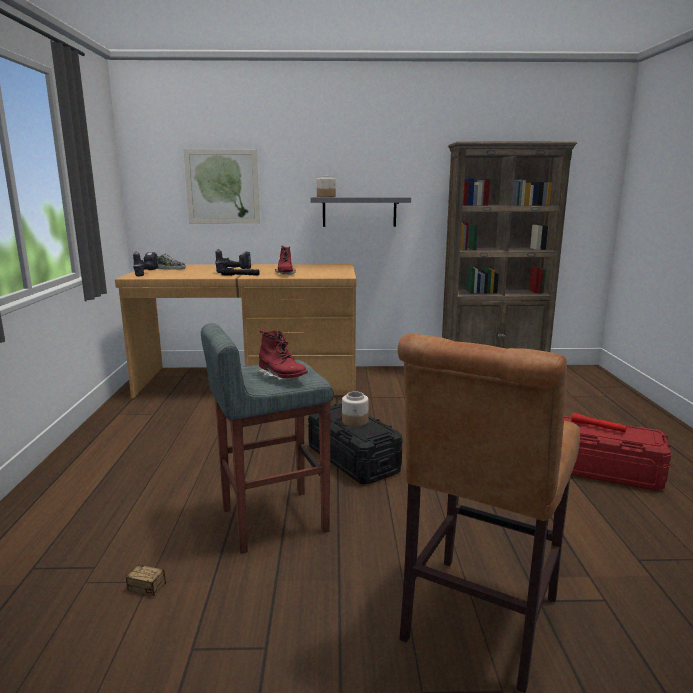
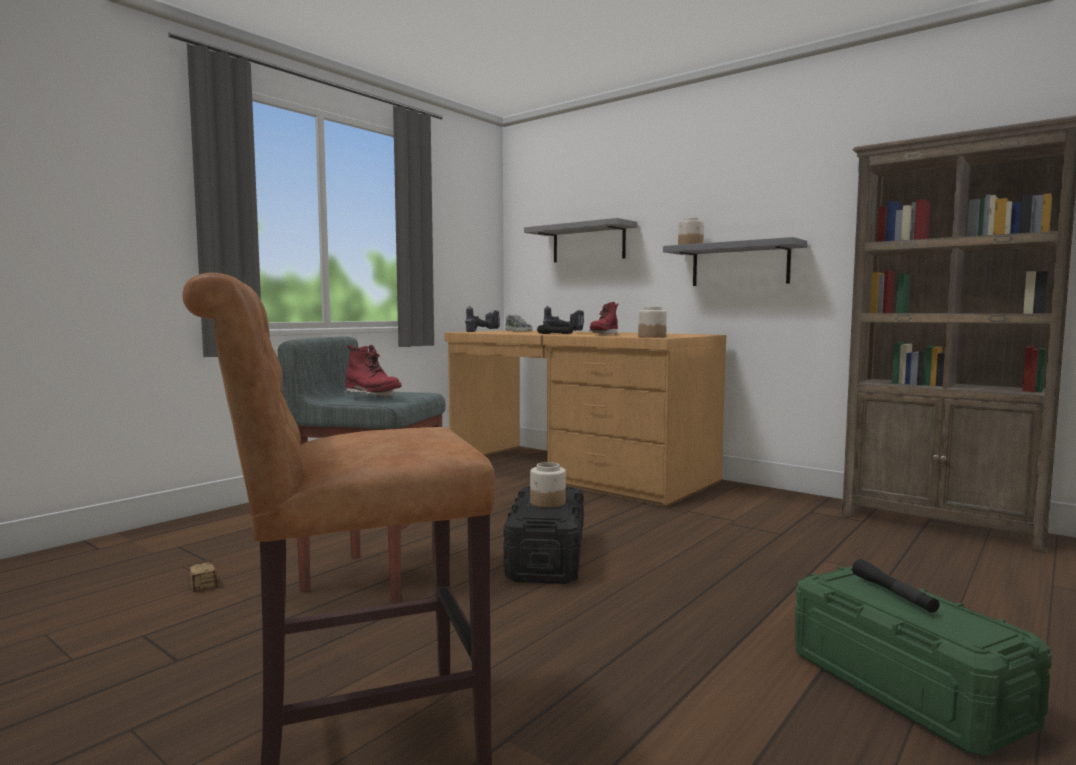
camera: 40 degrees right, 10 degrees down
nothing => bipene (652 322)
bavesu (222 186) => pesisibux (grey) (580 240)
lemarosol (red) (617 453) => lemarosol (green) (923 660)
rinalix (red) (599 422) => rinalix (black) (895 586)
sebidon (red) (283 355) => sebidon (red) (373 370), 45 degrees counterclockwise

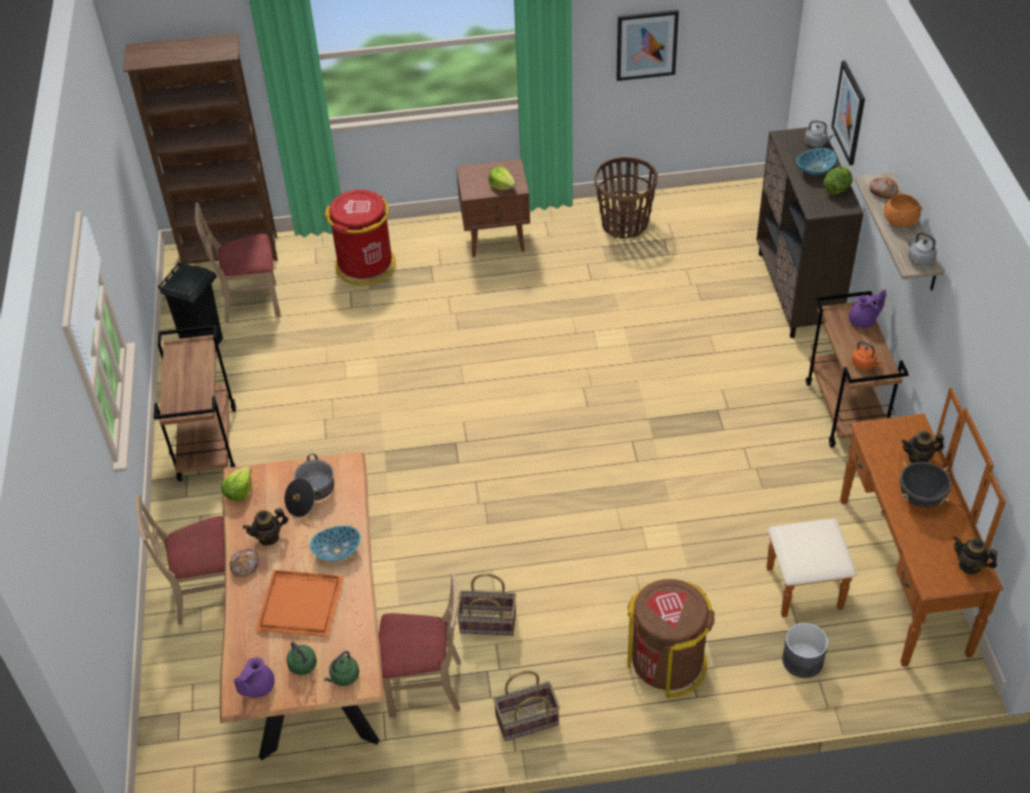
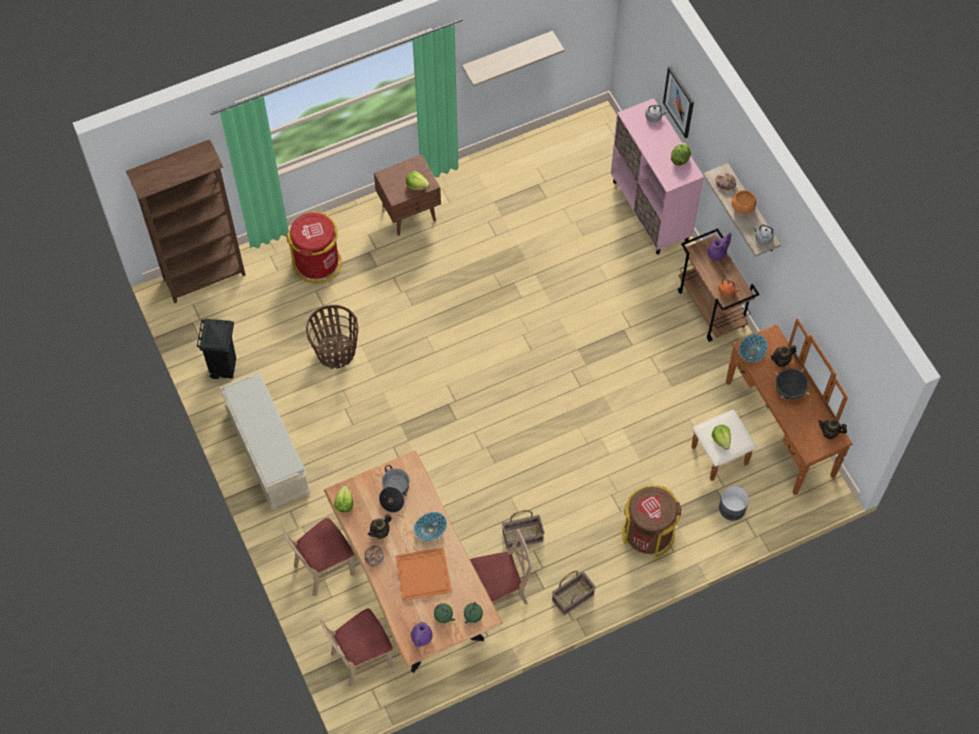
camera: 20 degrees left, 15 degrees up
nothing => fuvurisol (721 437)
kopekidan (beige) (238 262) => kopekidan (beige) (356 647), moved
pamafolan (626 198) => pamafolan (332 337), moved
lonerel (816 161) => lonerel (753 348), moved
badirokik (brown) (195 403) => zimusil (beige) (265 440)
bavesu (647 45) => pesisibux (513 59)
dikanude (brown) (810 232) => dikanude (pink) (657 176)

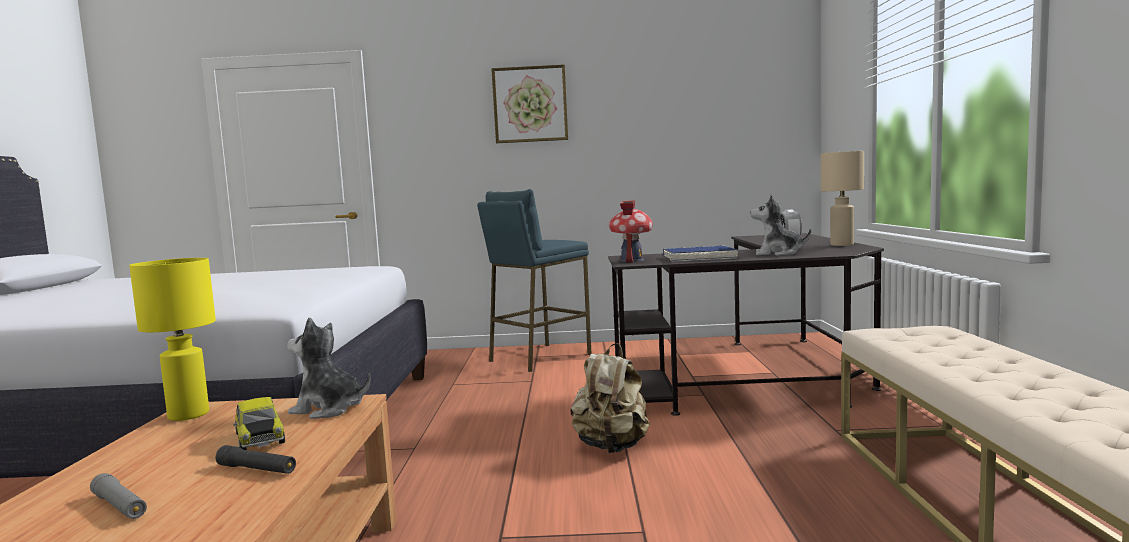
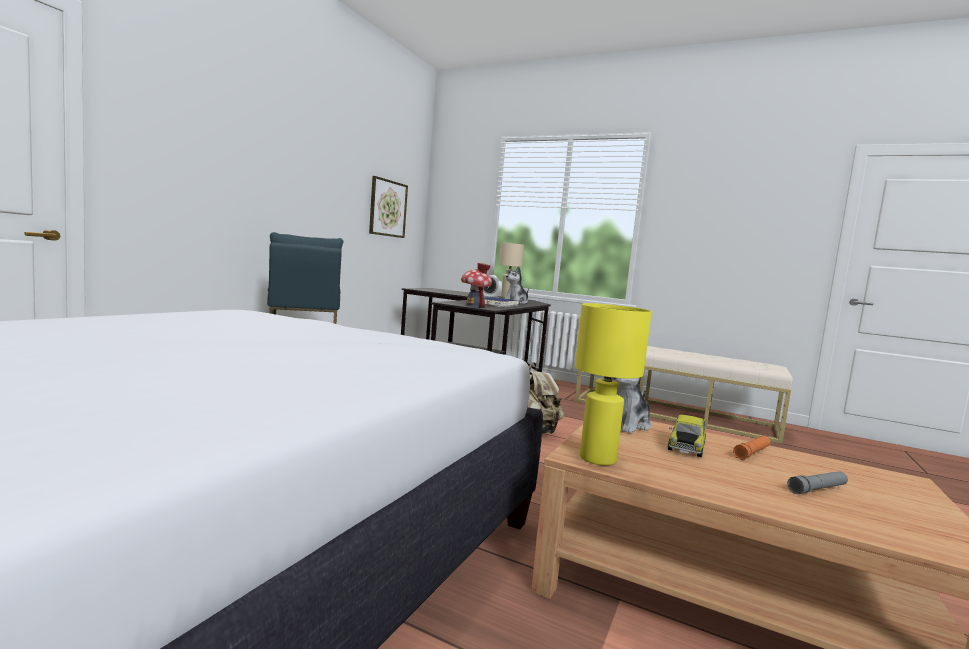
camera: 65 degrees left, 0 degrees up
bavesu (529 103) => bavesu (388 207), moved
rinalix (black) (256 459) => rinalix (orange) (751 447)
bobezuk (259 423) => bobezuk (687 436), 120 degrees clockwise

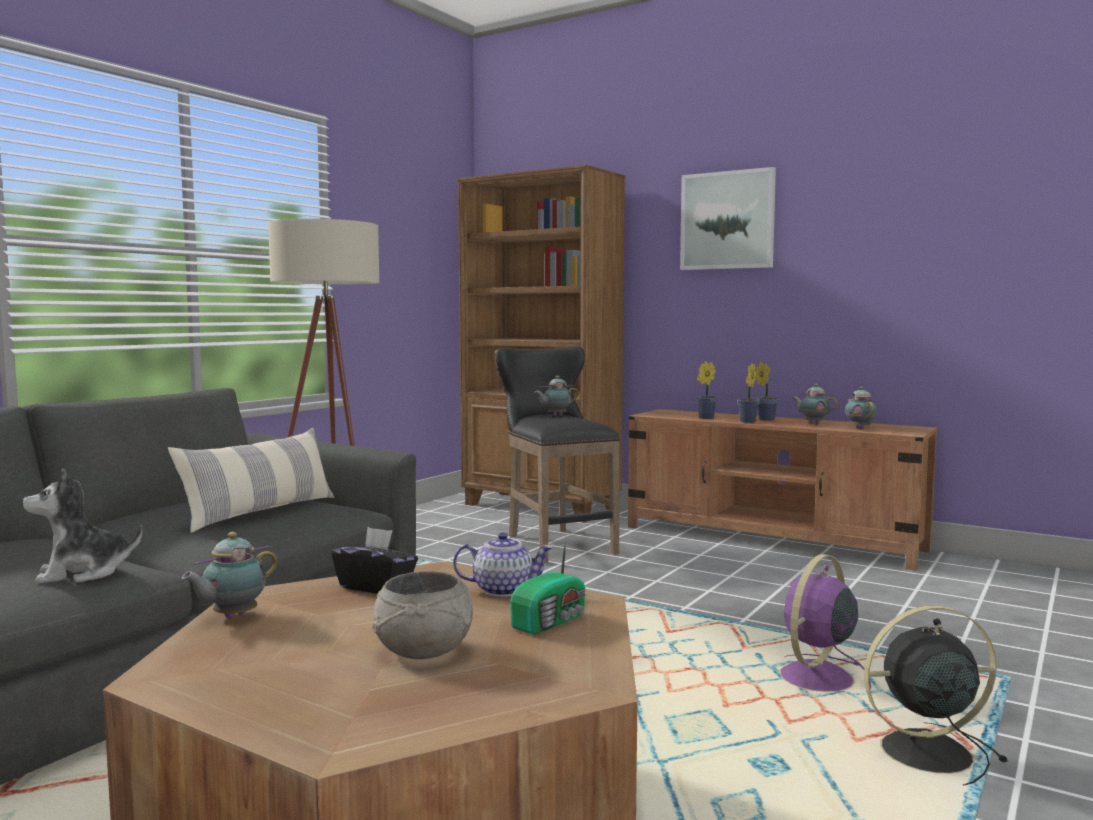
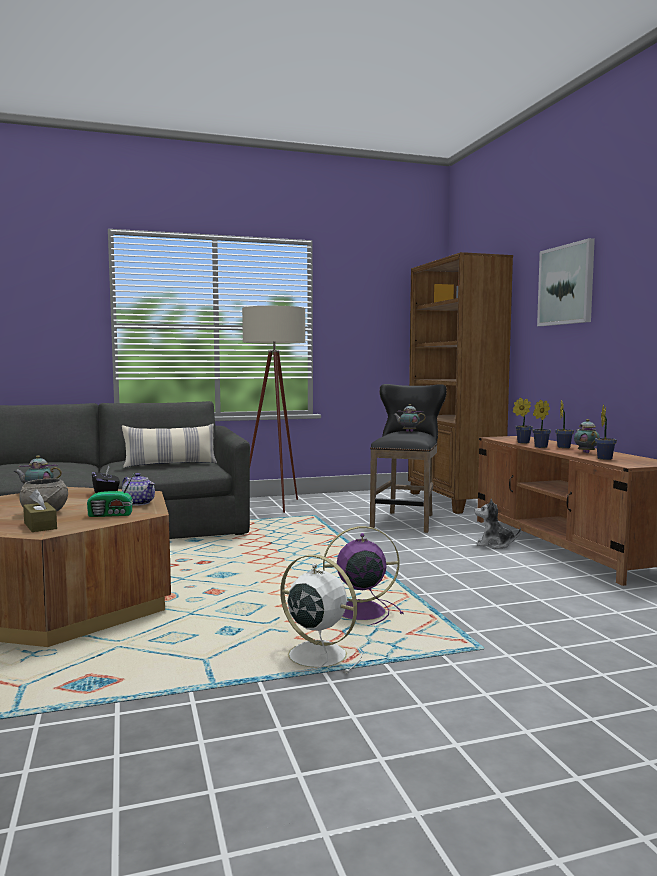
camera: 40 degrees right, 0 degrees up
nothing => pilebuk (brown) (40 510)
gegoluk (83 526) => gegoluk (497 524), moved
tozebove (861 408) => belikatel (606 432)
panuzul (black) (936 695) => panuzul (white) (321 614)

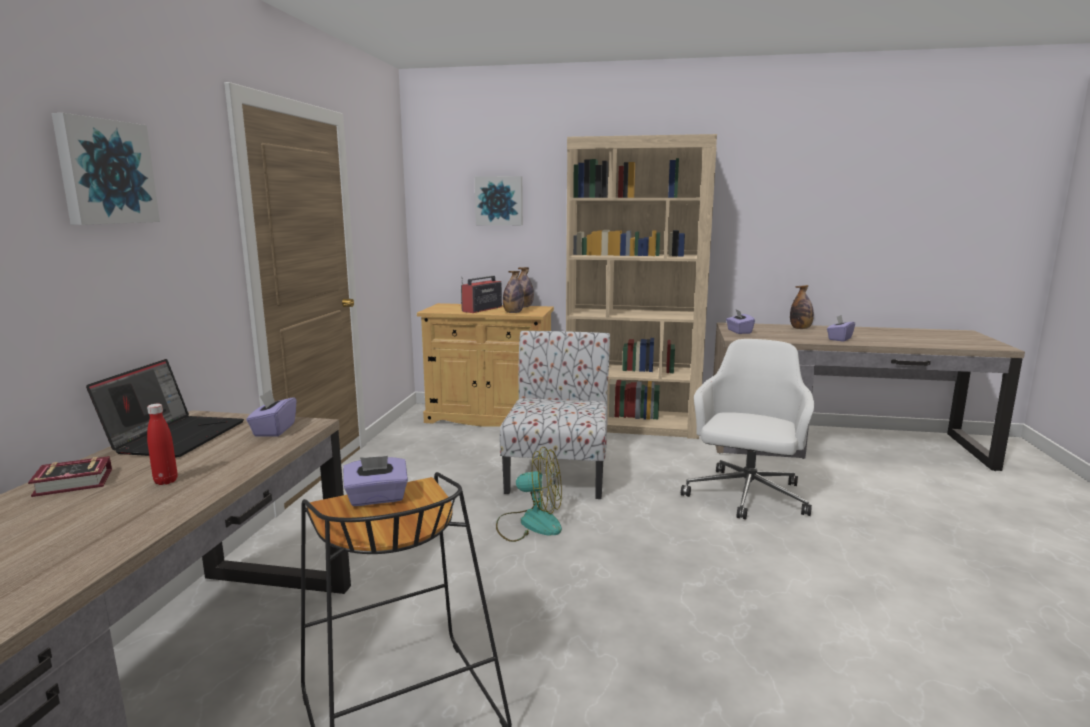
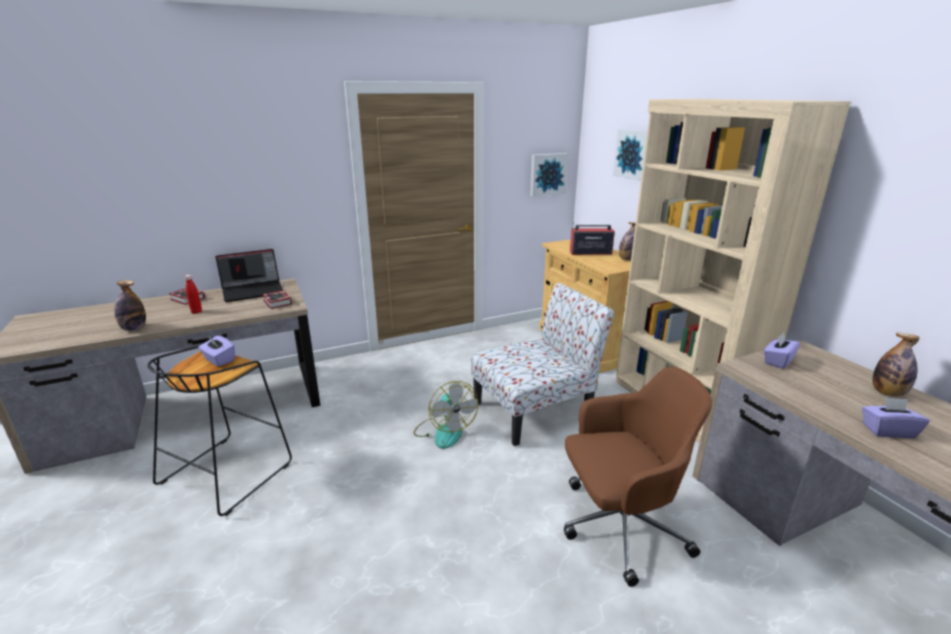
camera: 55 degrees right, 10 degrees up
bavesu (106 169) => bavesu (549 175), moved
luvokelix (513 292) => luvokelix (130 305), moved
pilebuk (purple) (271 413) => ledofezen (277 299)
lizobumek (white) (747 429) => lizobumek (brown) (638 477)

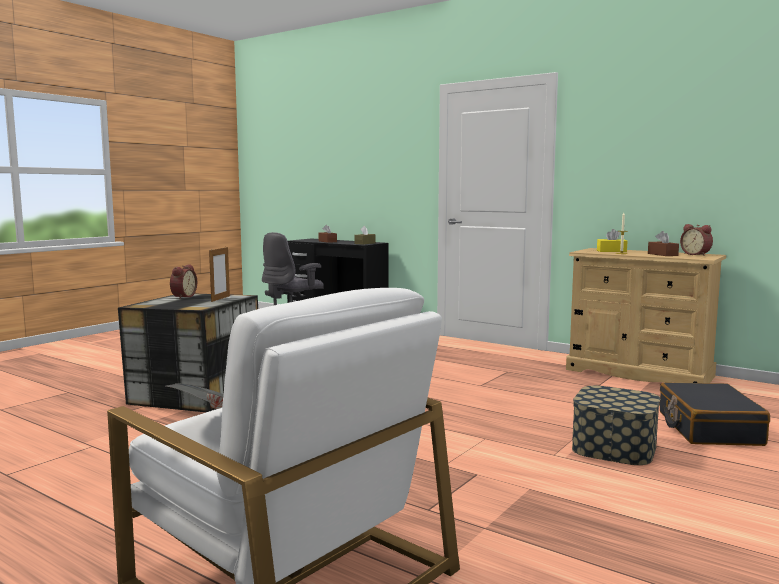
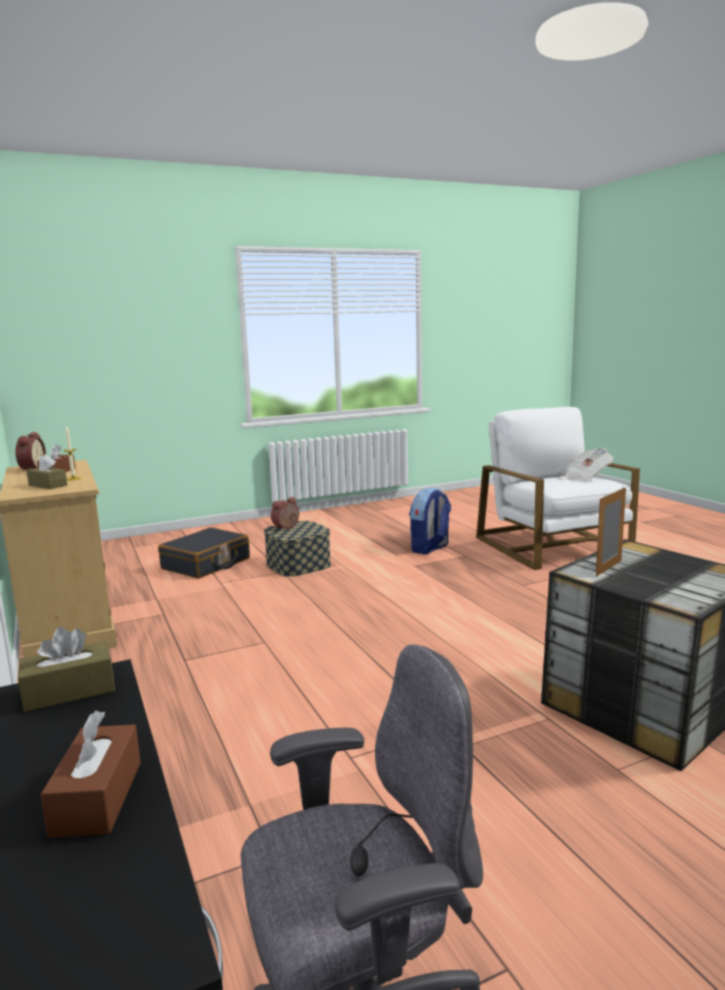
camera: 150 degrees left, 5 degrees up
nothing => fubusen (430 521)
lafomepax (183 281) => lafomepax (285 513), moved
pilebuk (yellow) (612 240) => pilebuk (brown) (47 471)

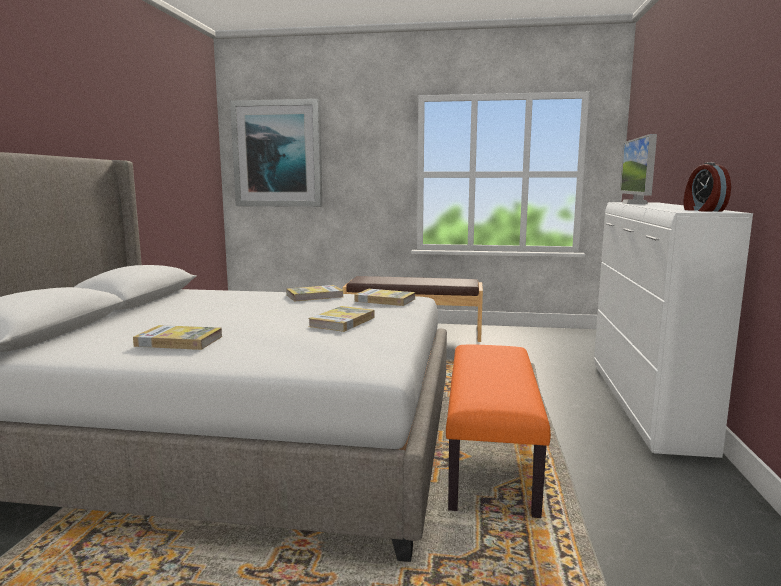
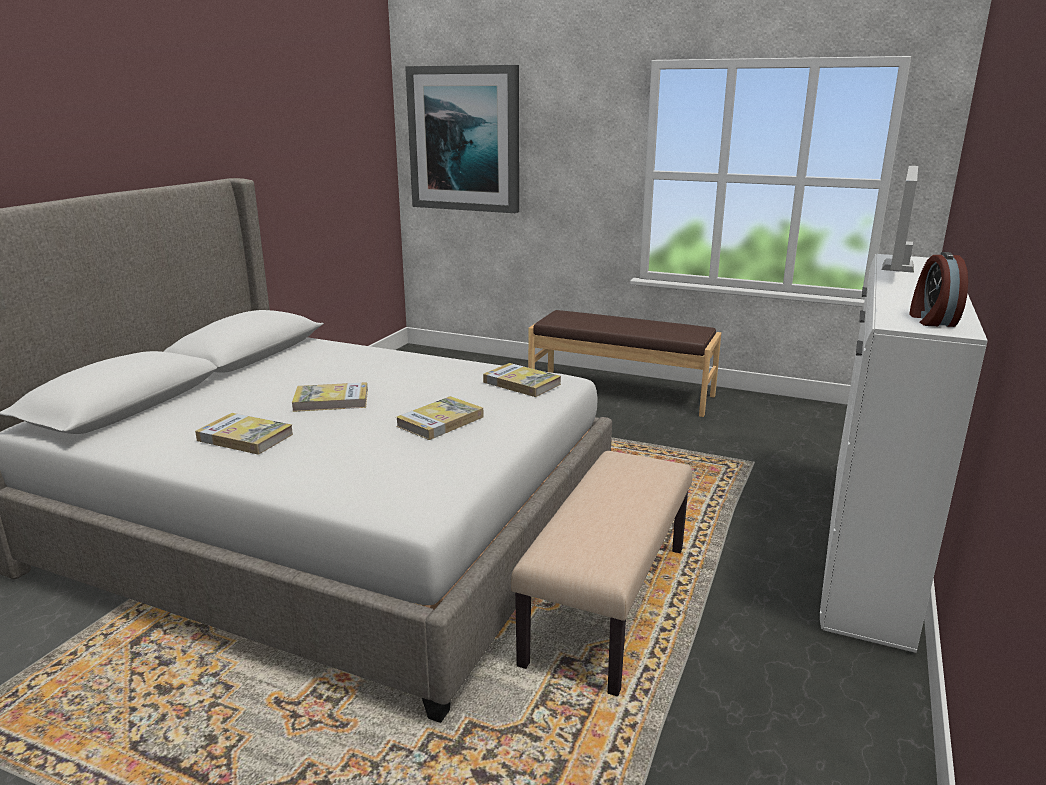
camera: 15 degrees right, 10 degrees up
ledofezen (315 293) => ledofezen (330 397), moved
zimusil (orange) (498 431) => zimusil (beige) (602 573)

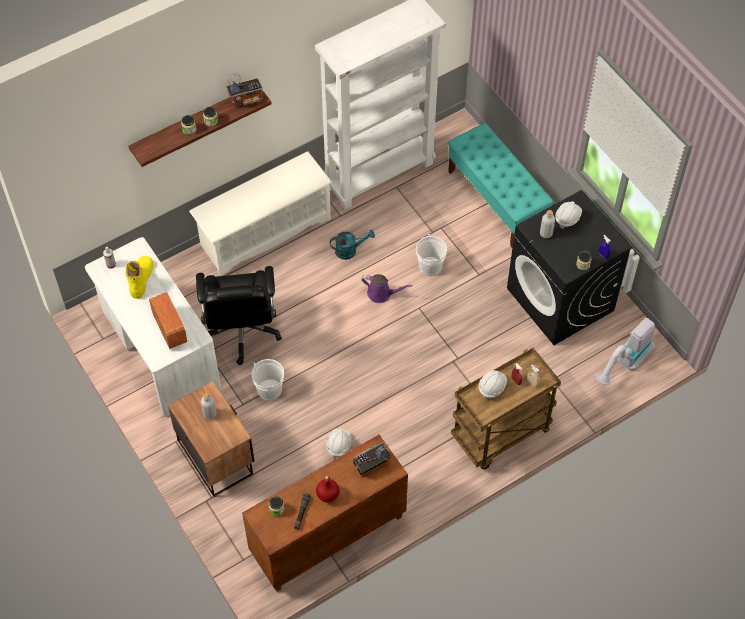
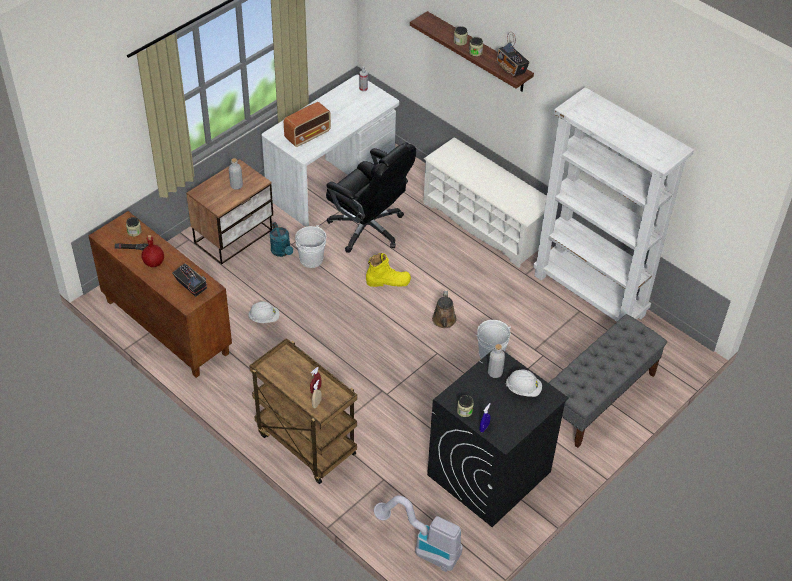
camera: 75 degrees right, 10 degrees down
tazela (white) (493 384) => nothing
sebidon (yellow) (139 277) => sebidon (yellow) (388 270), moved
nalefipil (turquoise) (352 245) => nalefipil (turquoise) (281 239), moved
nalefipil (purple) (386 288) => nalefipil (brown) (444 309)
zimusil (turquoise) (501 185) => zimusil (grey) (608 381)
lizobumek (black) (239 315) => lizobumek (black) (371 197), 120 degrees counterclockwise

